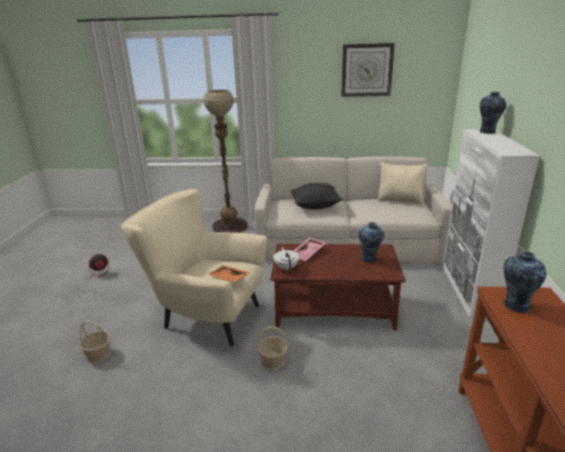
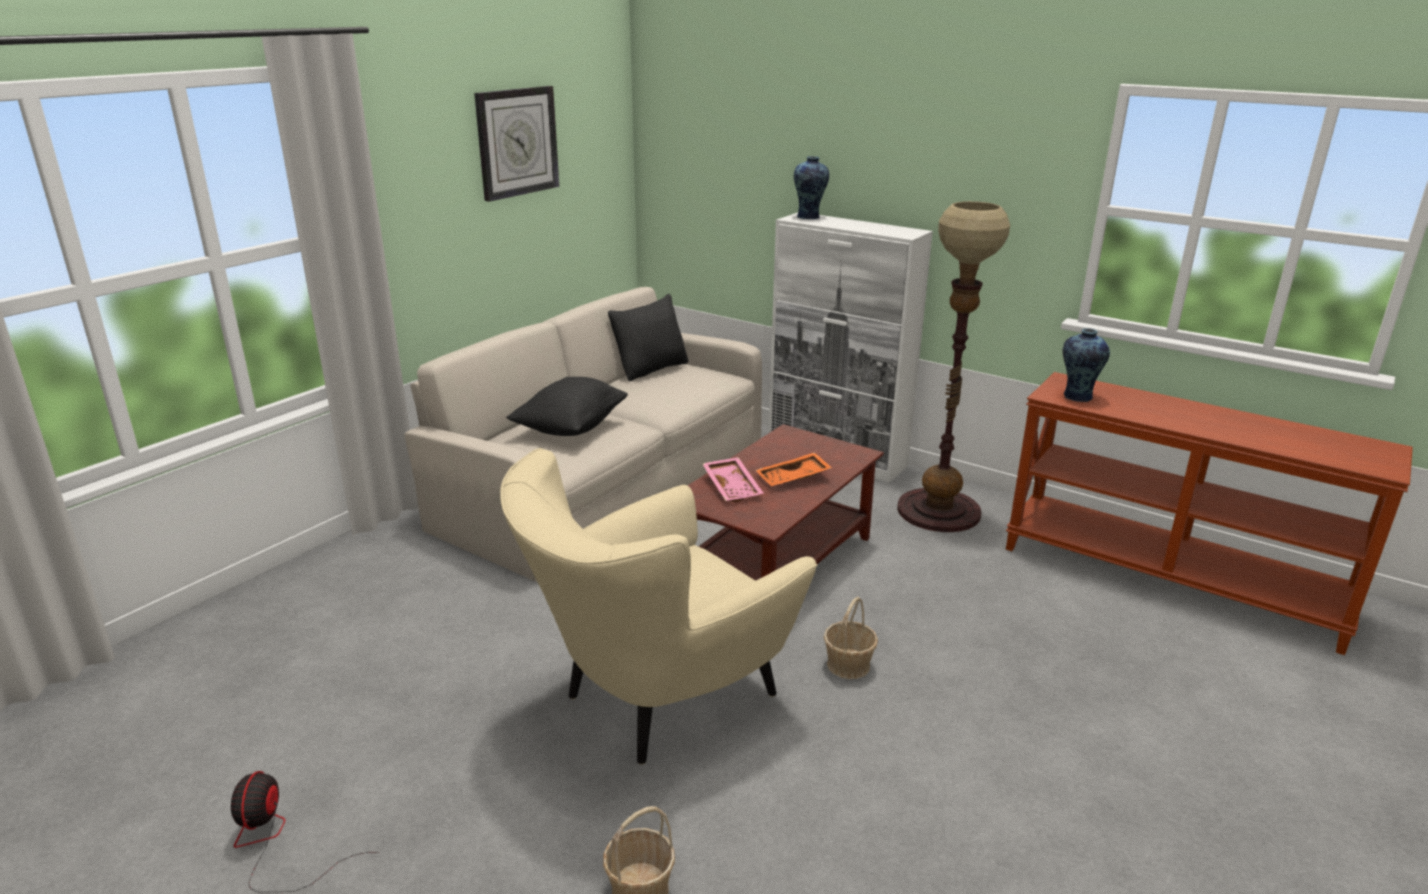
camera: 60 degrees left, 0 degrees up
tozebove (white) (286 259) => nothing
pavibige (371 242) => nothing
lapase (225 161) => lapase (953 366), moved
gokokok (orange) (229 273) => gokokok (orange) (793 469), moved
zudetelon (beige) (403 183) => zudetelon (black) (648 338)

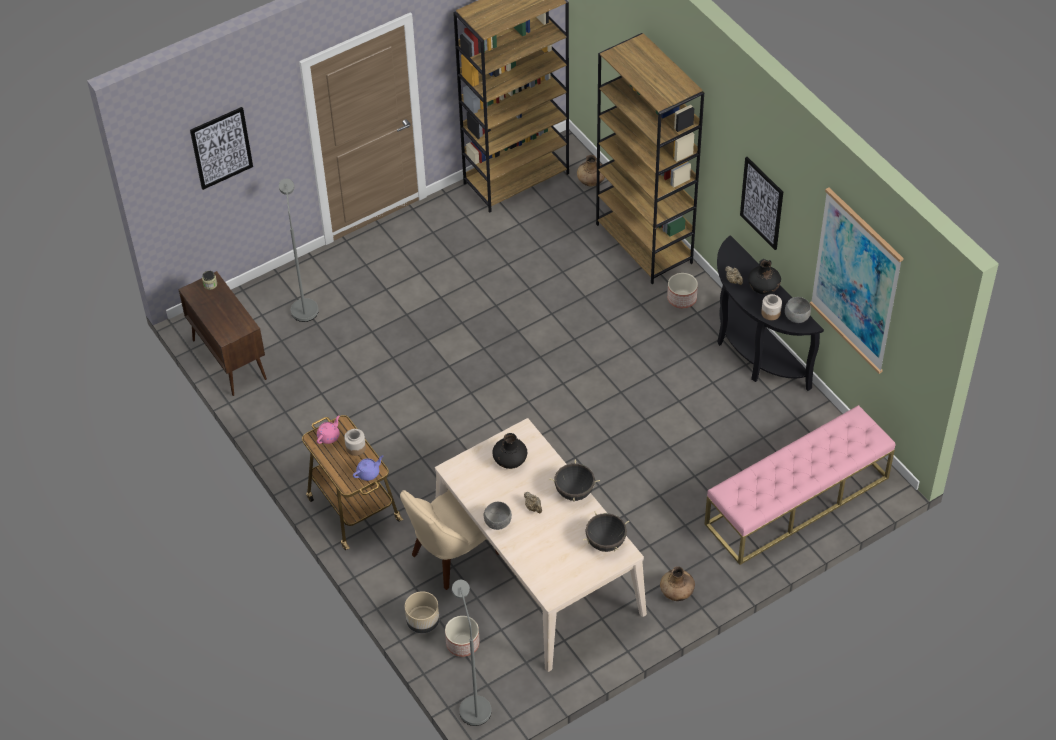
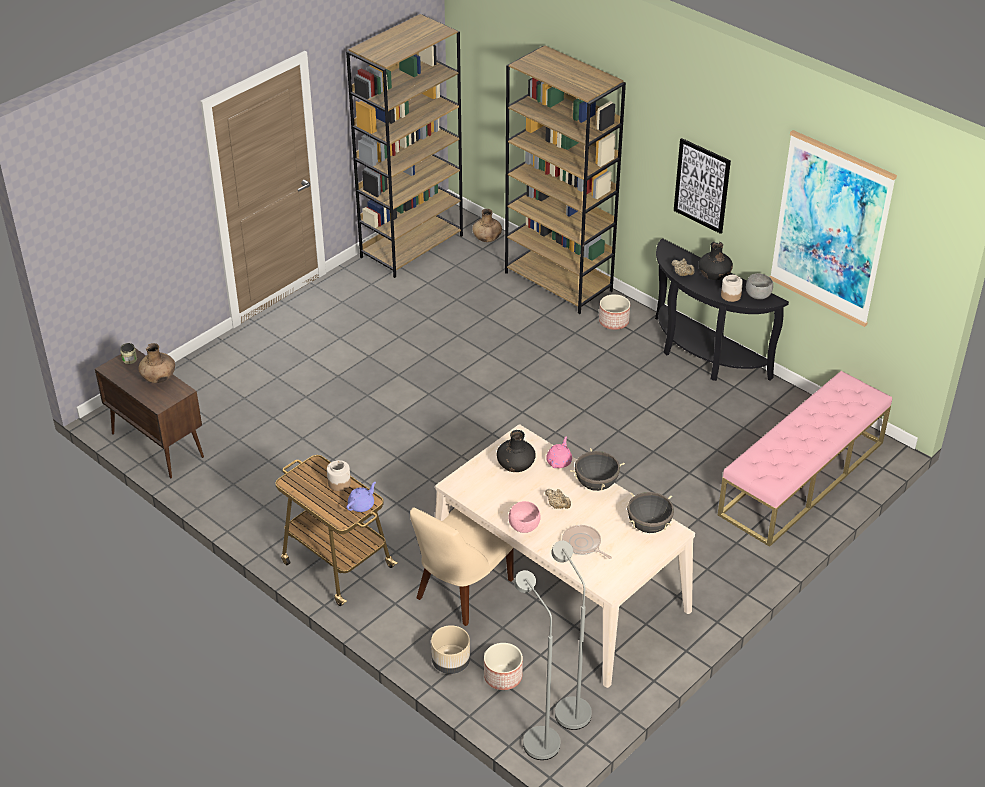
camera: 15 degrees left, 10 degrees down
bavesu (221 148) => nothing
nothing => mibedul (587 542)
lapase (grey) (299 250) => lapase (grey) (571 635), moved
tozebove (pink) (328 429) => tozebove (pink) (559 452), moved
pavibige (brown) (677 583) => pavibige (brown) (156 363), moved
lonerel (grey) (498 516) => lonerel (pink) (524 517)

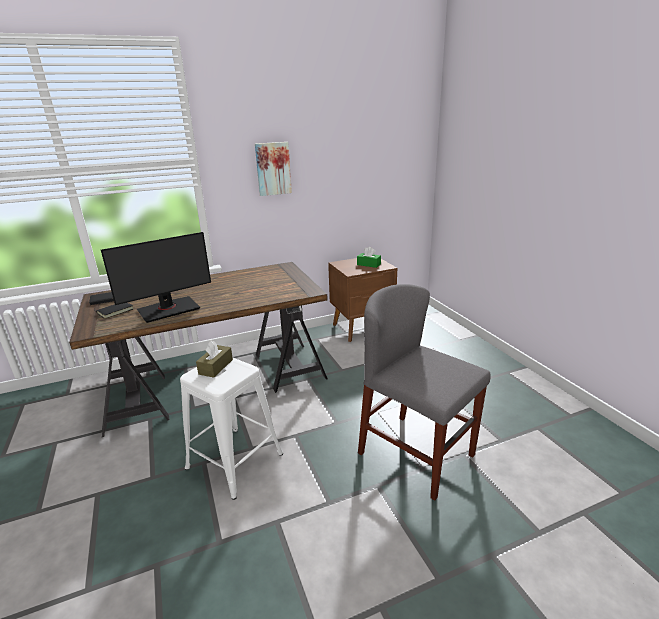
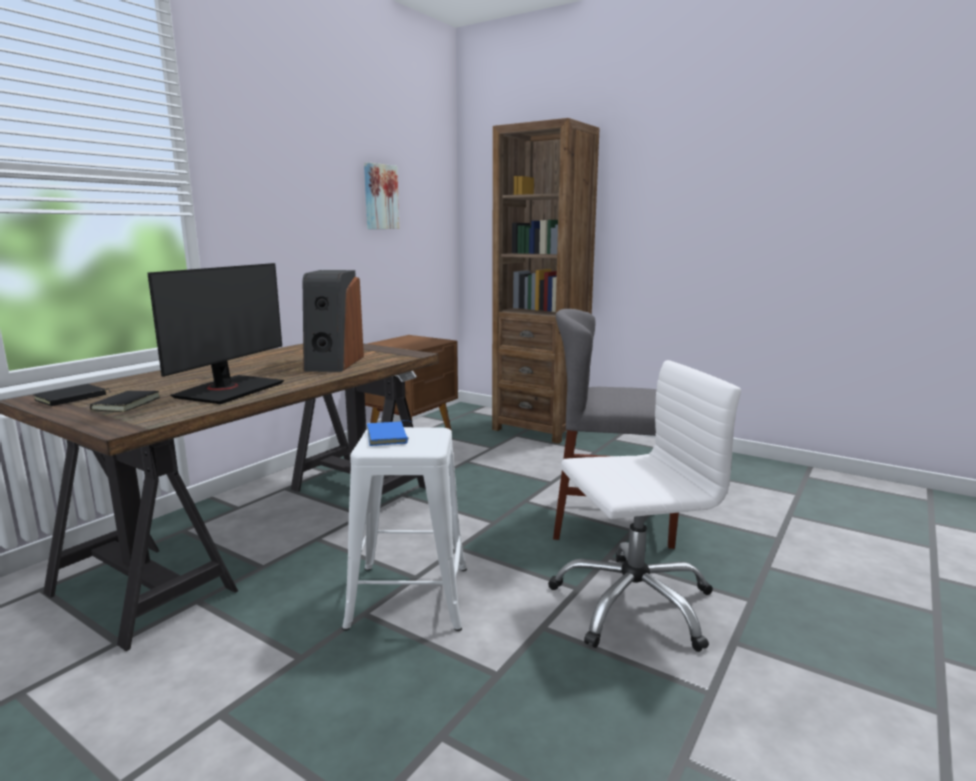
camera: 35 degrees left, 10 degrees down
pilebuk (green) (369 257) => nothing
nothing => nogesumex (333 321)
nothing => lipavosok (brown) (546 281)
nothing => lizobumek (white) (644 506)
bavesu (273 169) => bavesu (382 195), moved
pilebuk (brown) (214 359) => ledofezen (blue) (389 433)

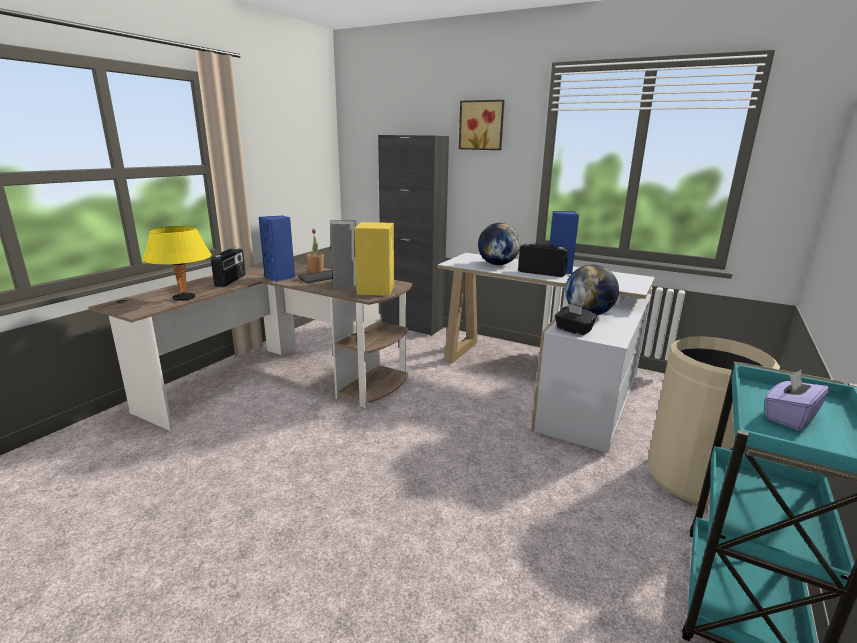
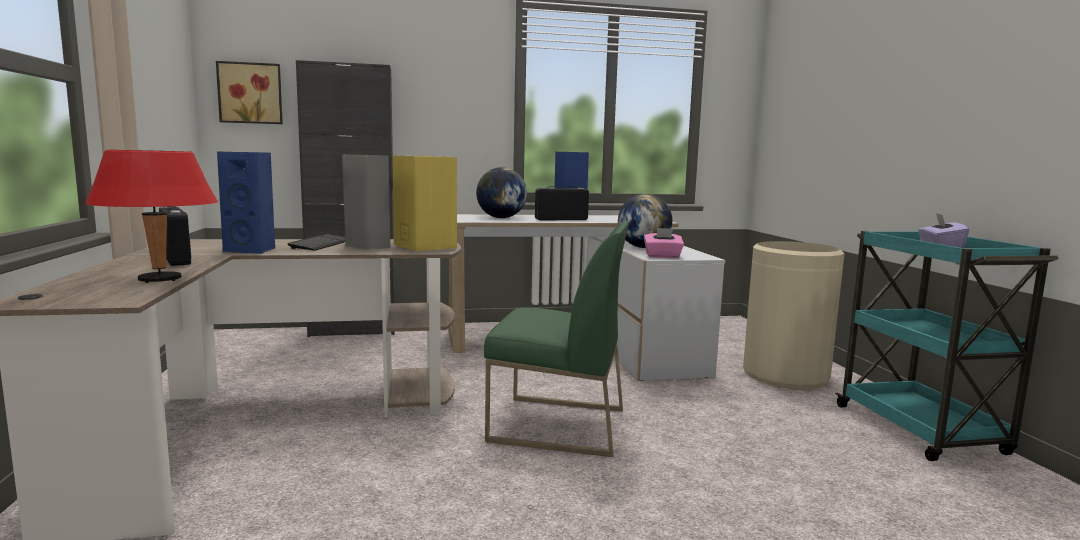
camera: 40 degrees left, 10 degrees down
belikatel (315 251) => nothing
nothing => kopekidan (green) (556 339)
bavesu (482 125) => bavesu (249 92), moved
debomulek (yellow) (177 263) => debomulek (red) (151 216)
pilebuk (black) (576 319) => pilebuk (pink) (664 243)

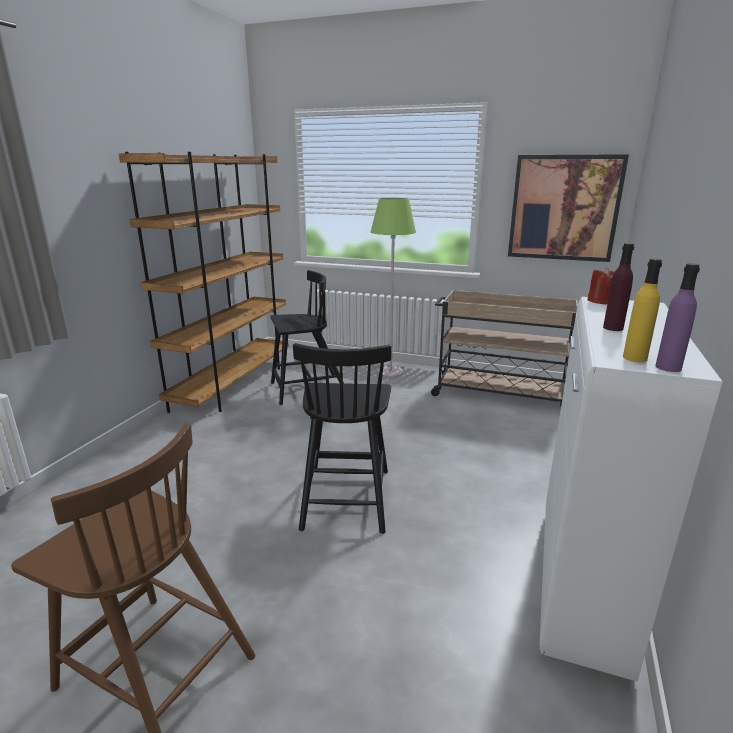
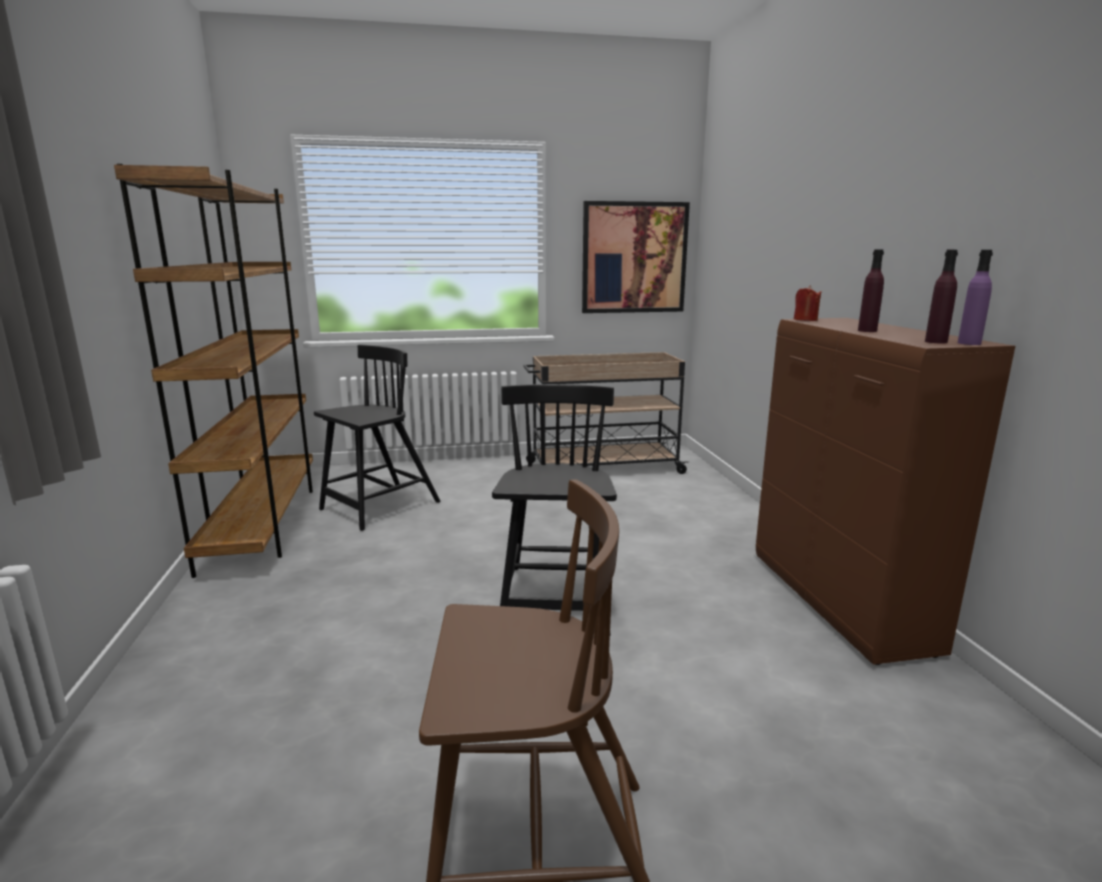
camera: 30 degrees left, 5 degrees down
lapase (green) (393 288) => nothing
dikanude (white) (631 489) => dikanude (brown) (885 491)
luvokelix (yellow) (642 310) => luvokelix (purple) (941 297)
kopekidan (black) (342 438) => kopekidan (black) (554 509), 150 degrees counterclockwise

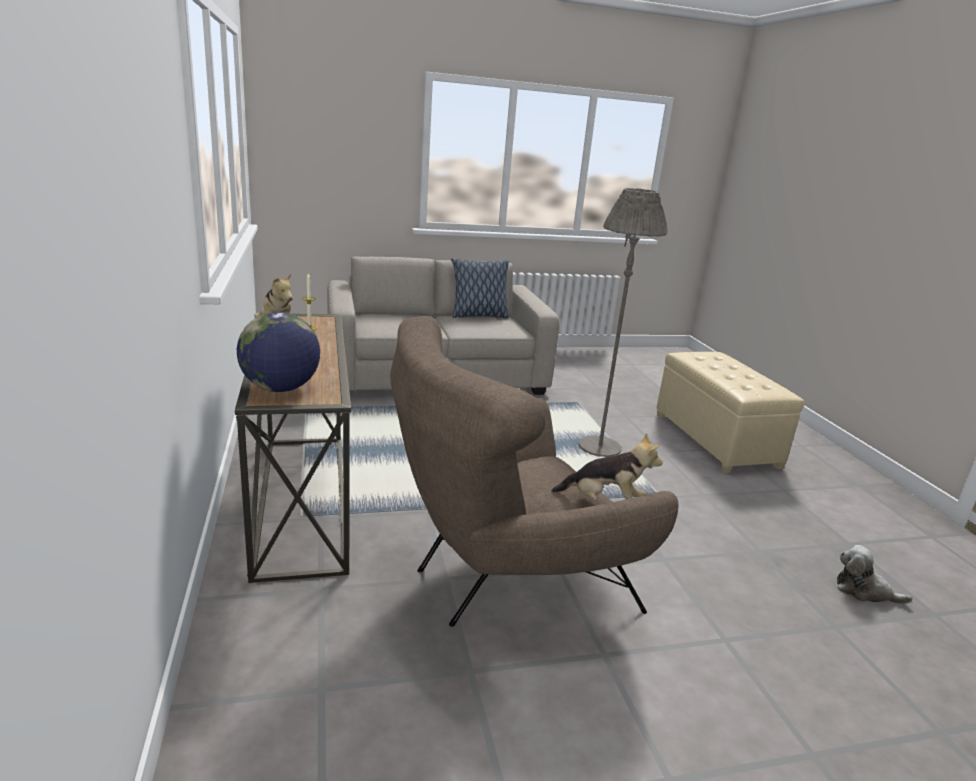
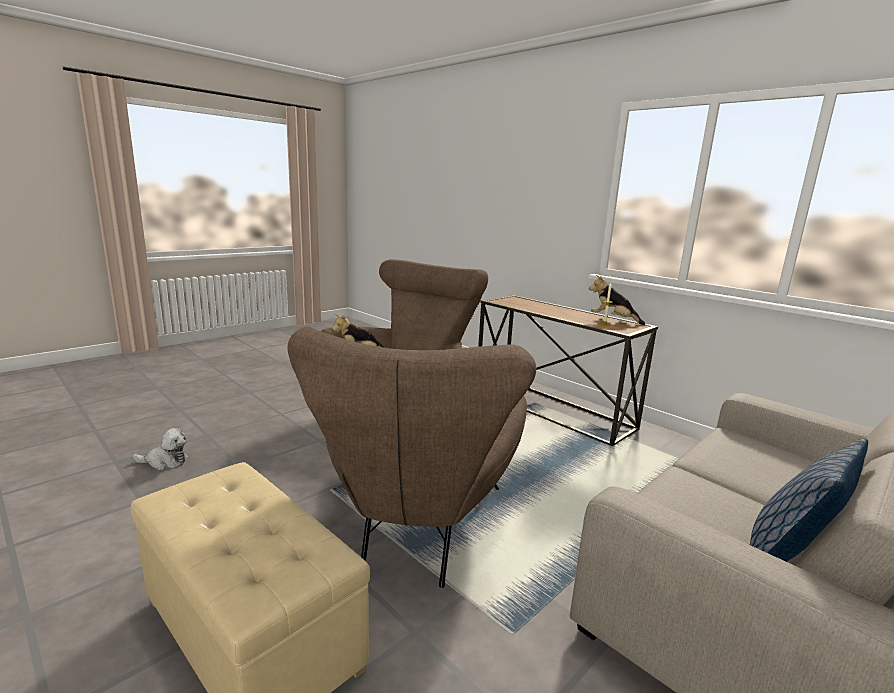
camera: 150 degrees right, 5 degrees down
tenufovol (278 352) => nothing
lapase (grey) (623 322) => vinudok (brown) (411 457)

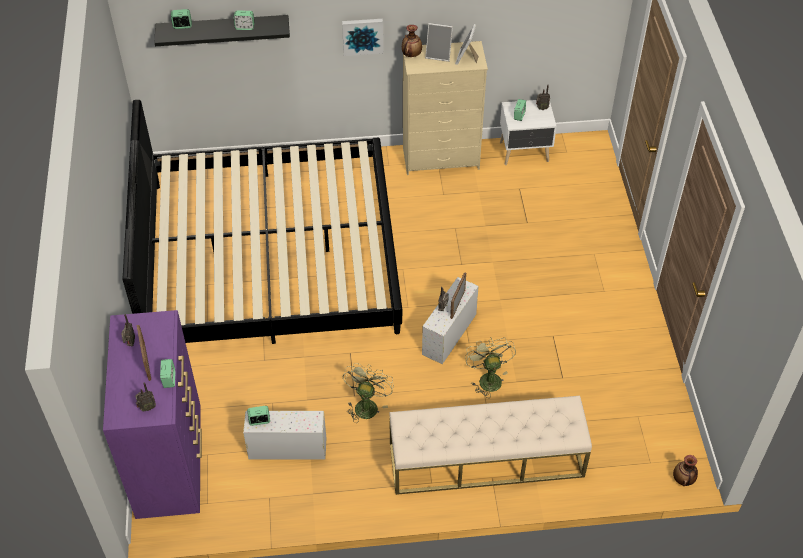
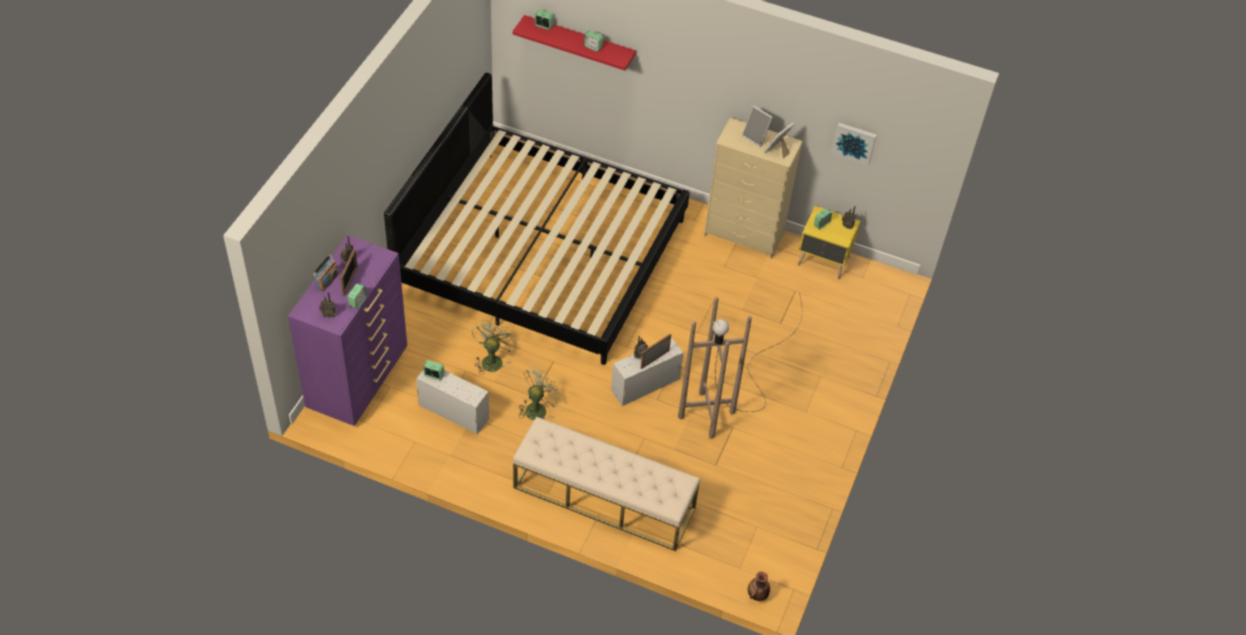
camera: 25 degrees right, 0 degrees up
pavibige (412 41) => nothing
nothing => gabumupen (325 273)
nothing => lapase (brown) (740 366)
bavesu (362 37) => bavesu (854 144), moved
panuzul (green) (490 367) => panuzul (green) (495 347), moved
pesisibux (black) (222 30) => pesisibux (red) (574 42)
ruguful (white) (528 132) => ruguful (yellow) (828 242)

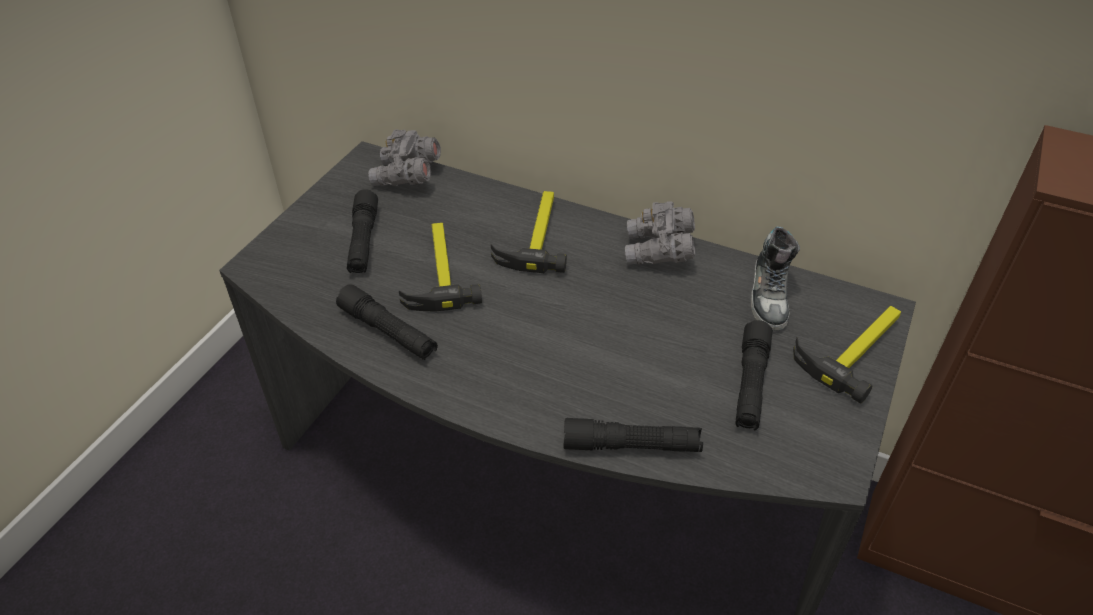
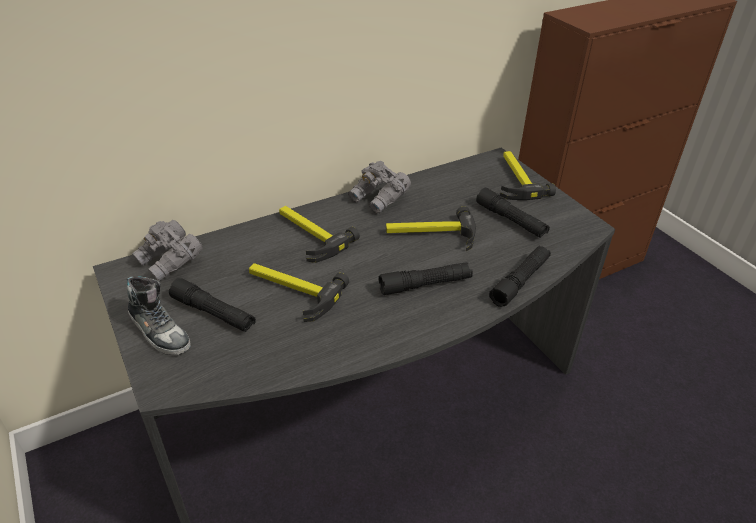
camera: 55 degrees left, 5 degrees down
nothing => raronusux (431 228)
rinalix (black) (387 322) => rinalix (black) (426 278), moved
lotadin (775 278) => lotadin (159 315), moved

